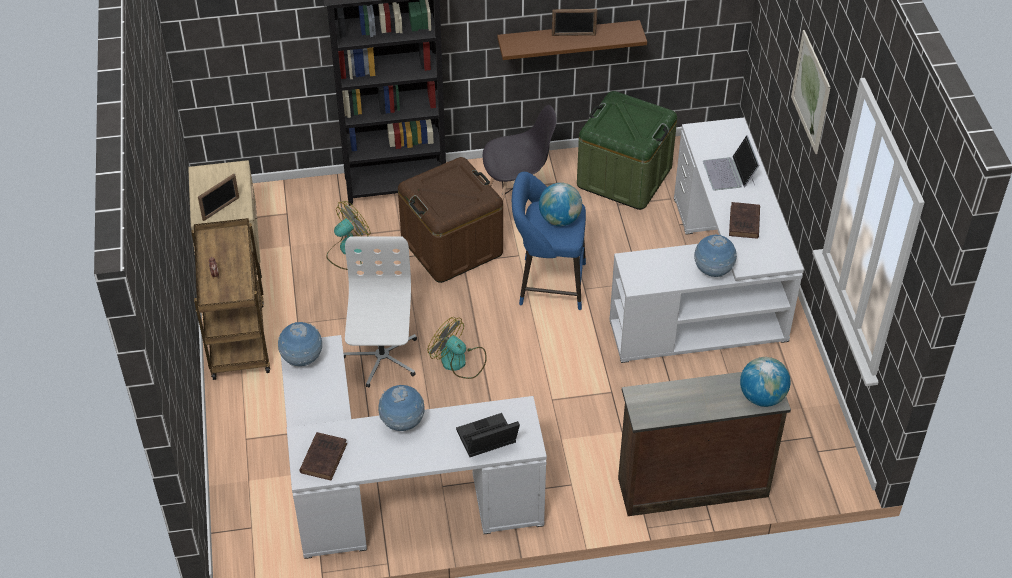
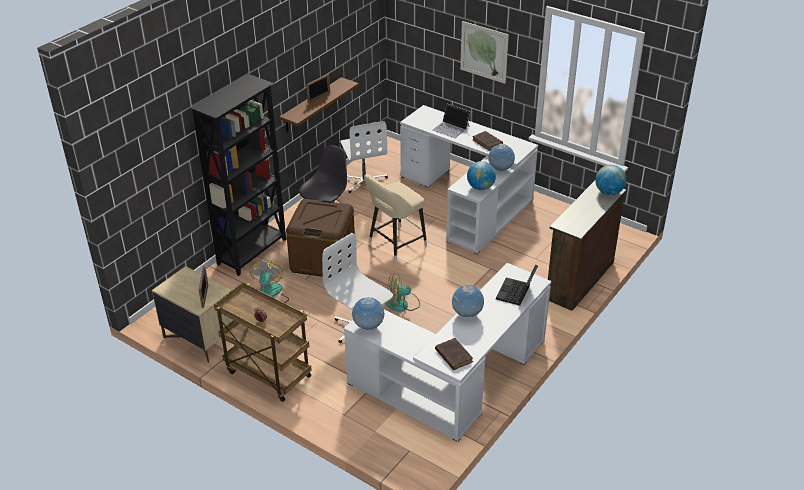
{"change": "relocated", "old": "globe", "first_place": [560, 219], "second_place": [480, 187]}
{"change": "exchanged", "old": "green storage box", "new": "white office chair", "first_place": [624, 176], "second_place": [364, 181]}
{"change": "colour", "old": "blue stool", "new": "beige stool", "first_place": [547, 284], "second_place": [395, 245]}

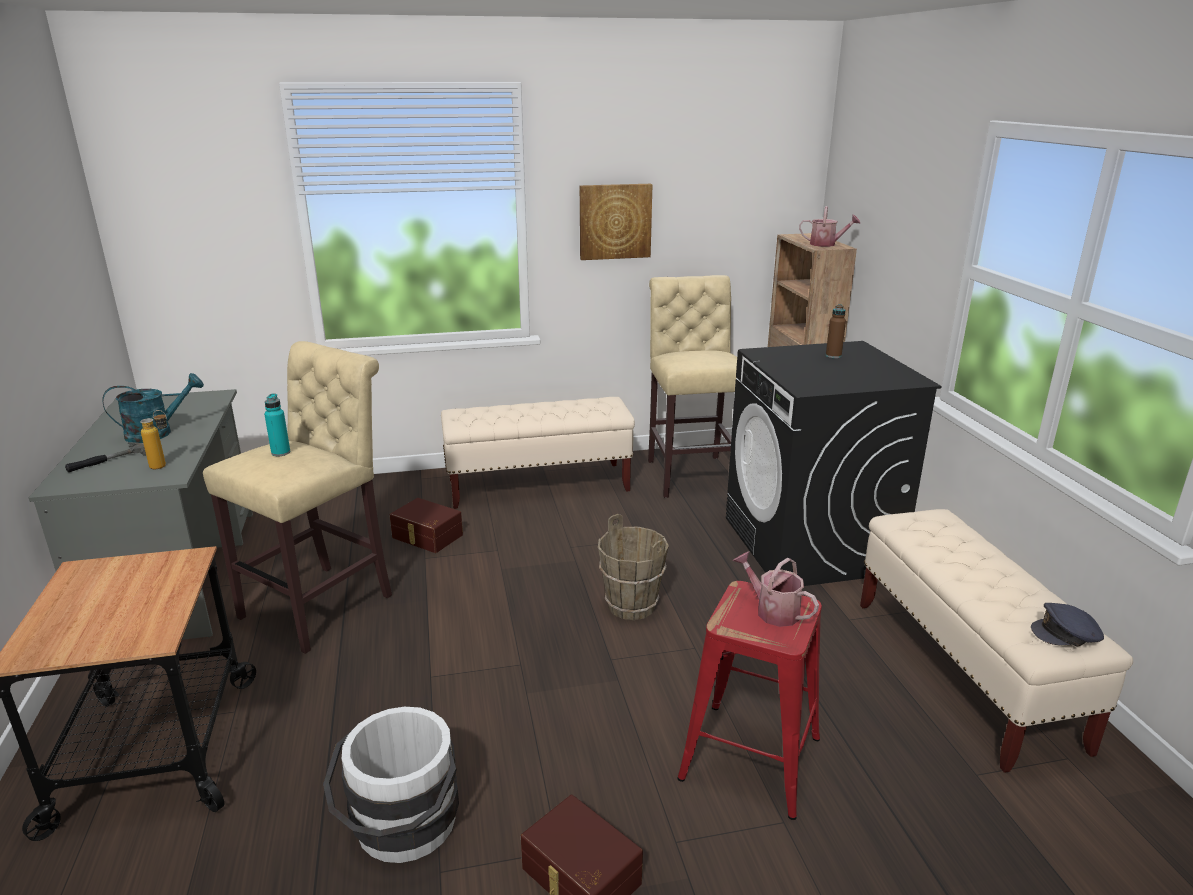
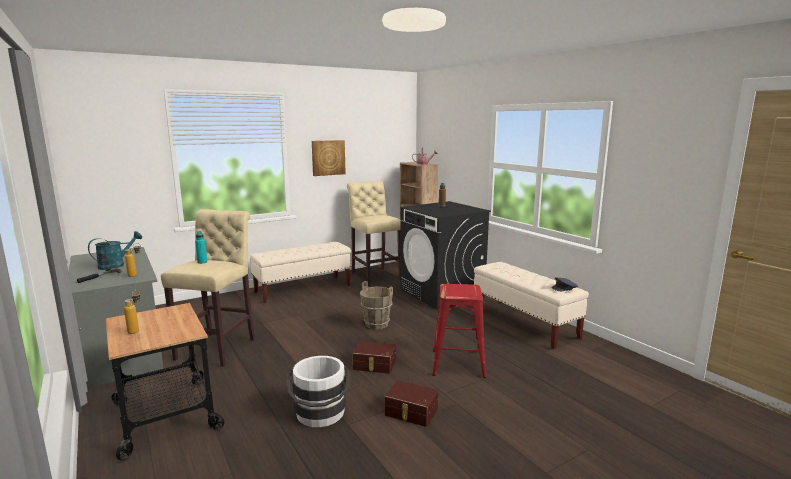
{"change": "missing", "old": "watering can", "first_place": [772, 610]}
{"change": "appeared", "new": "bottle", "second_place": [136, 330]}
{"change": "relocated", "old": "brown storage box", "first_place": [426, 537], "second_place": [374, 365]}

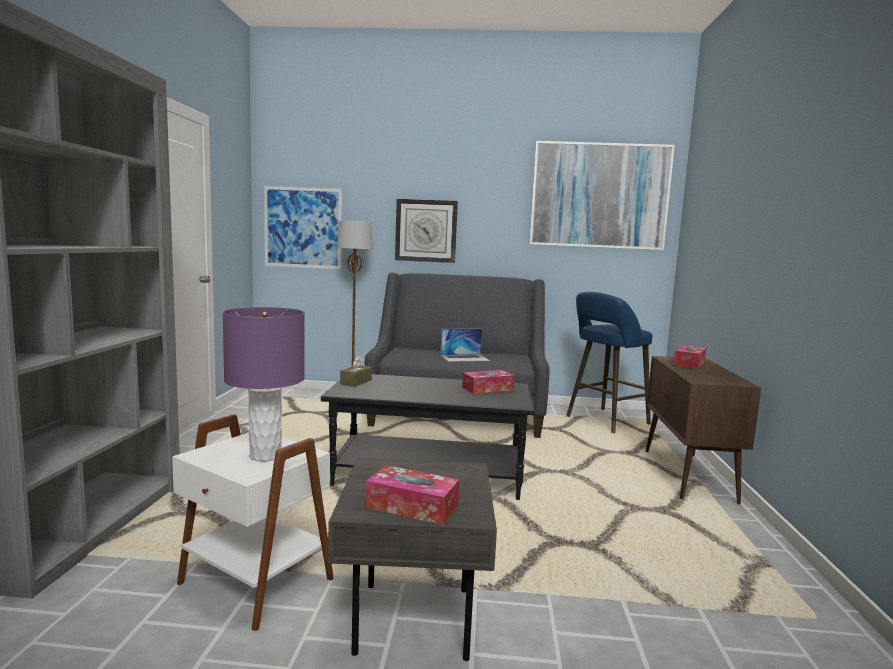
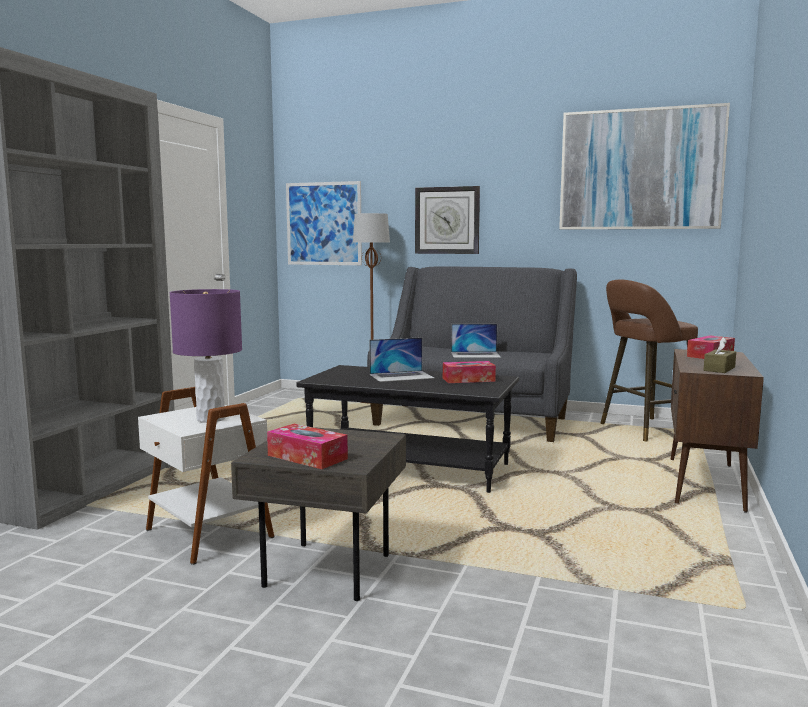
{"change": "appeared", "new": "laptop", "second_place": [401, 376]}
{"change": "relocated", "old": "brown tissue box", "first_place": [356, 382], "second_place": [719, 369]}
{"change": "colour", "old": "blue stool", "new": "brown stool", "first_place": [604, 421], "second_place": [644, 430]}

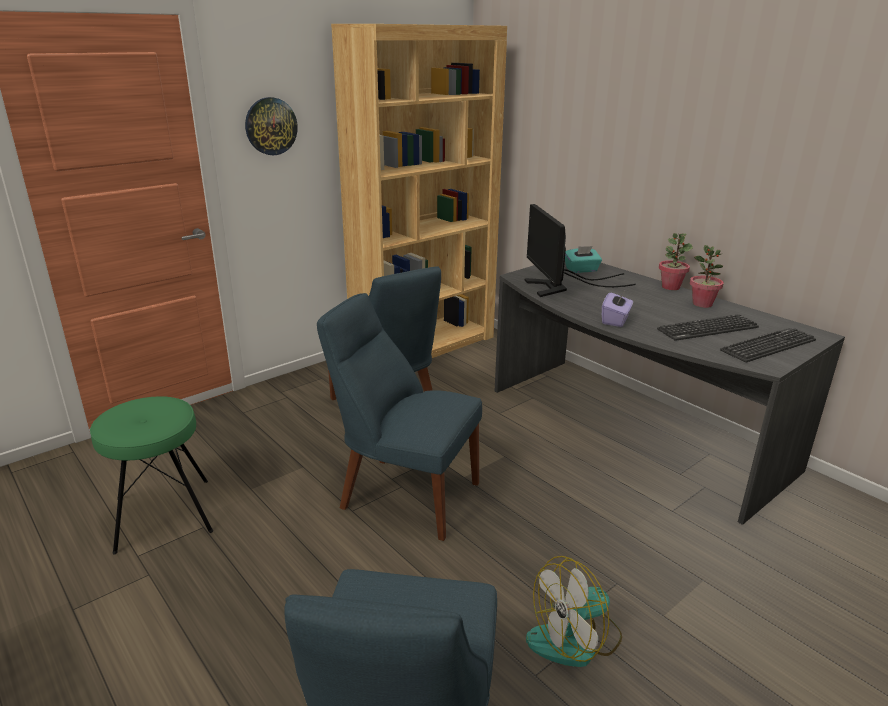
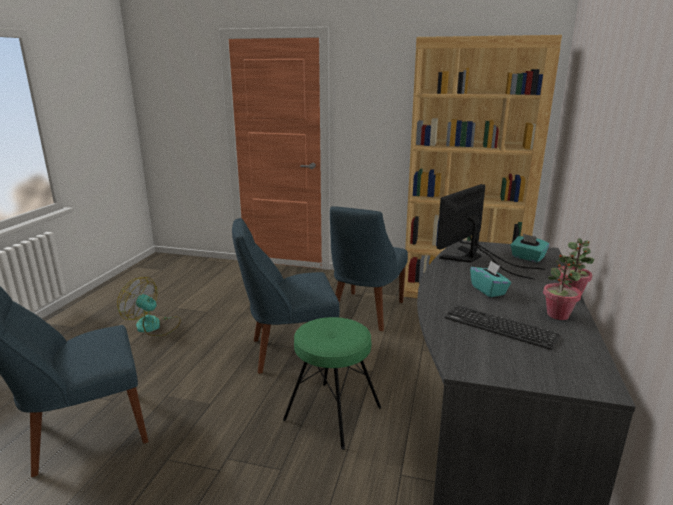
{"change": "missing", "old": "wall clock", "first_place": [271, 126]}
{"change": "missing", "old": "purple tissue box", "first_place": [615, 320]}
{"change": "missing", "old": "keyboard", "first_place": [768, 345]}
{"change": "appeared", "new": "turquoise tissue box", "second_place": [488, 290]}
{"change": "relocated", "old": "green stool", "first_place": [164, 514], "second_place": [333, 413]}
{"change": "relocated", "old": "fan", "first_place": [575, 639], "second_place": [154, 326]}
{"change": "spun", "old": "blue chair", "first_place": [404, 494], "second_place": [289, 351], "degrees": -90}

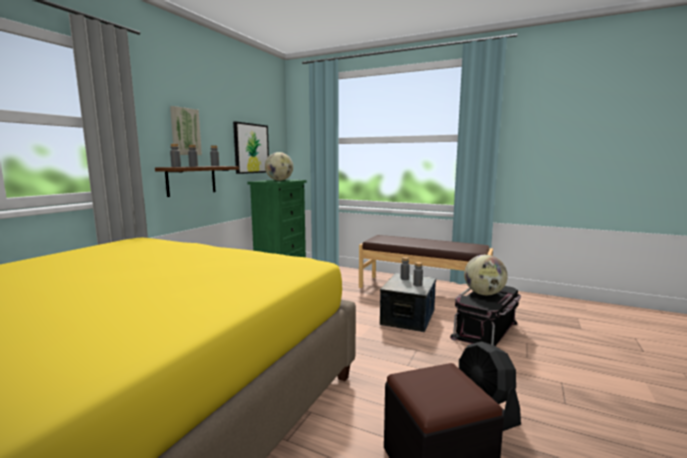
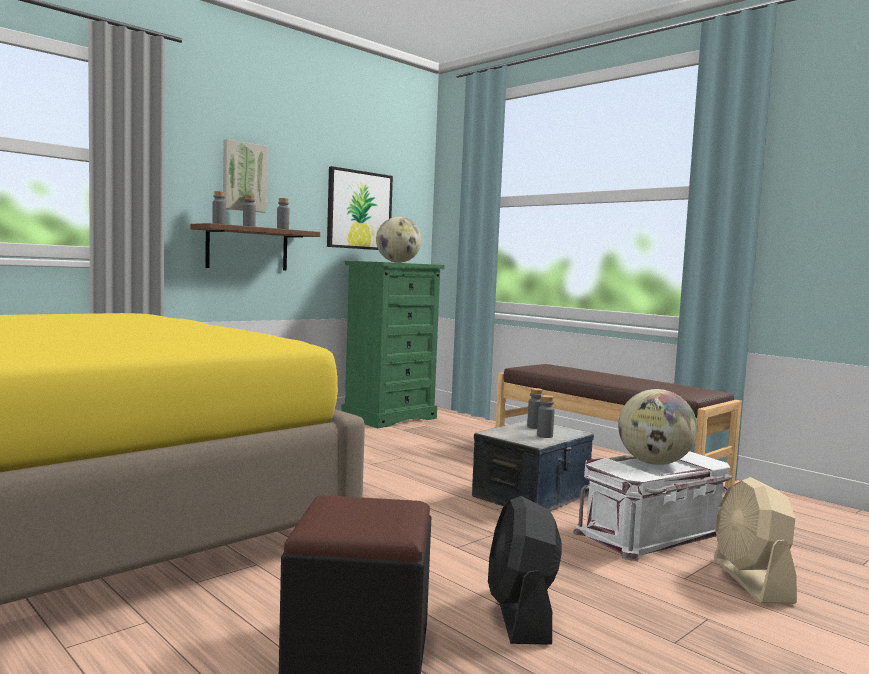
{"change": "appeared", "new": "beige fan", "second_place": [752, 581]}
{"change": "colour", "old": "black storage box", "new": "white storage box", "first_place": [486, 330], "second_place": [654, 534]}

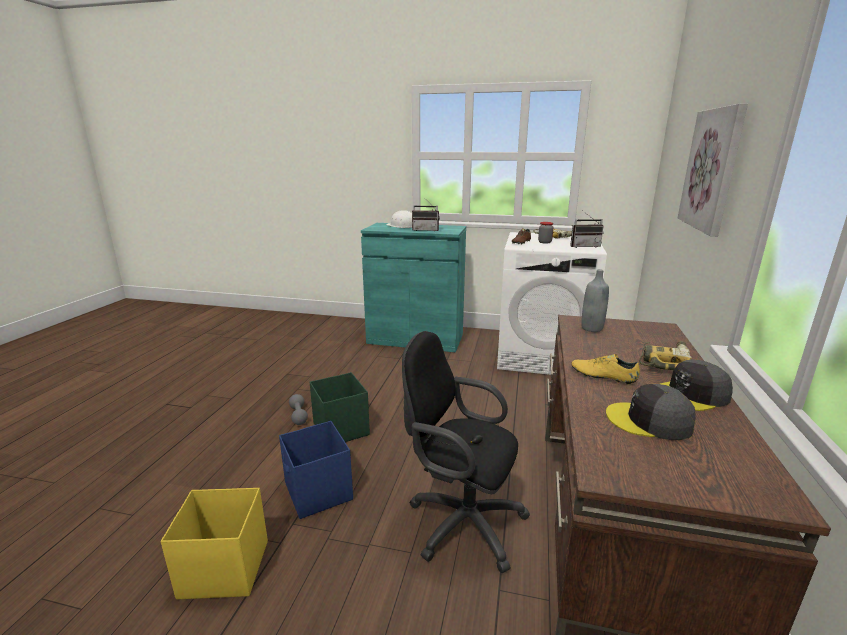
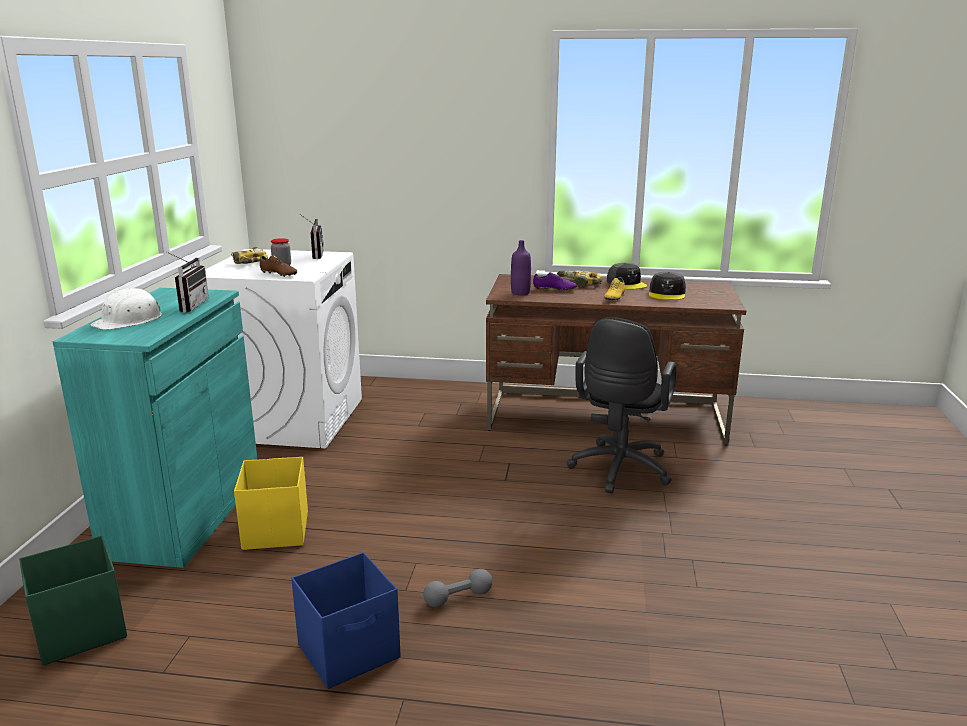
{"change": "missing", "old": "picture", "first_place": [712, 169]}
{"change": "appeared", "new": "purple shoe", "second_place": [554, 289]}
{"change": "relocated", "old": "yellow storage box", "first_place": [224, 568], "second_place": [275, 531]}
{"change": "relocated", "old": "blue storage box", "first_place": [318, 492], "second_place": [350, 651]}
{"change": "relocated", "old": "green storage box", "first_place": [341, 428], "second_place": [79, 631]}
{"change": "colour", "old": "grey bottle", "new": "purple bottle", "first_place": [592, 328], "second_place": [520, 293]}

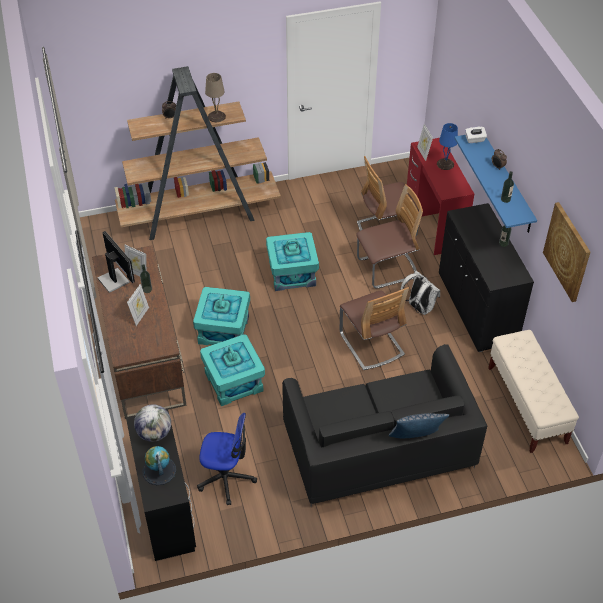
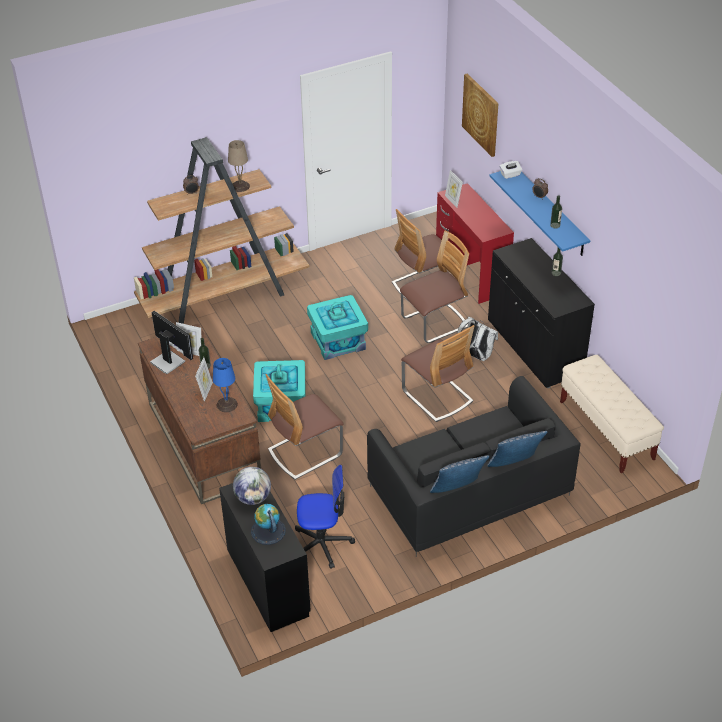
{"change": "appeared", "new": "pillow", "second_place": [457, 490]}
{"change": "relocated", "old": "blue table lamp", "first_place": [445, 164], "second_place": [227, 404]}
{"change": "relocated", "old": "picture", "first_place": [567, 251], "second_place": [481, 114]}
{"change": "exchanged", "old": "turquoise storage box", "new": "chair", "first_place": [233, 382], "second_place": [305, 452]}

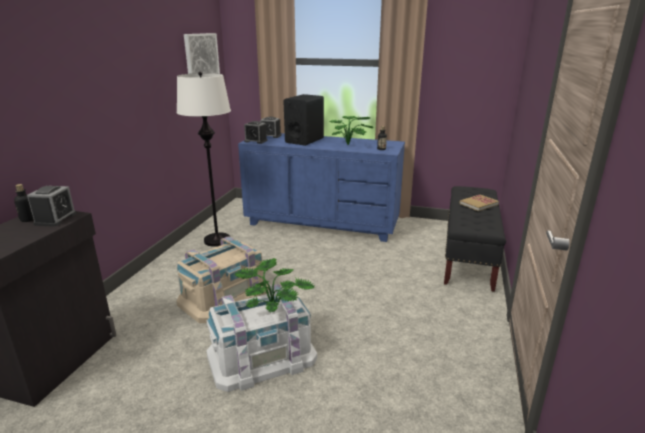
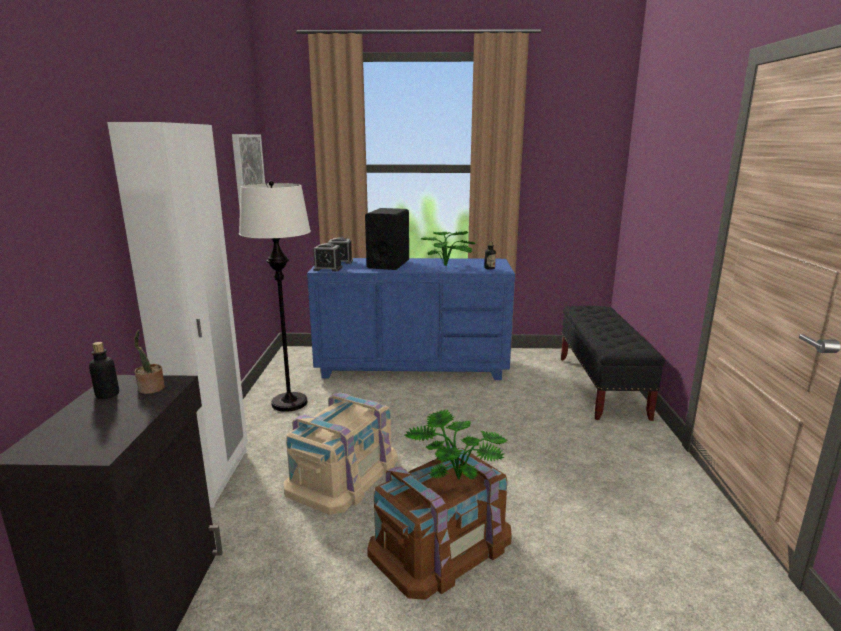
{"change": "missing", "old": "book", "first_place": [478, 204]}
{"change": "appeared", "new": "white wardrobe", "second_place": [214, 477]}
{"change": "exchanged", "old": "alarm clock", "new": "potted plant", "first_place": [55, 219], "second_place": [151, 389]}
{"change": "colour", "old": "white storage box", "new": "brown storage box", "first_place": [262, 356], "second_place": [440, 543]}

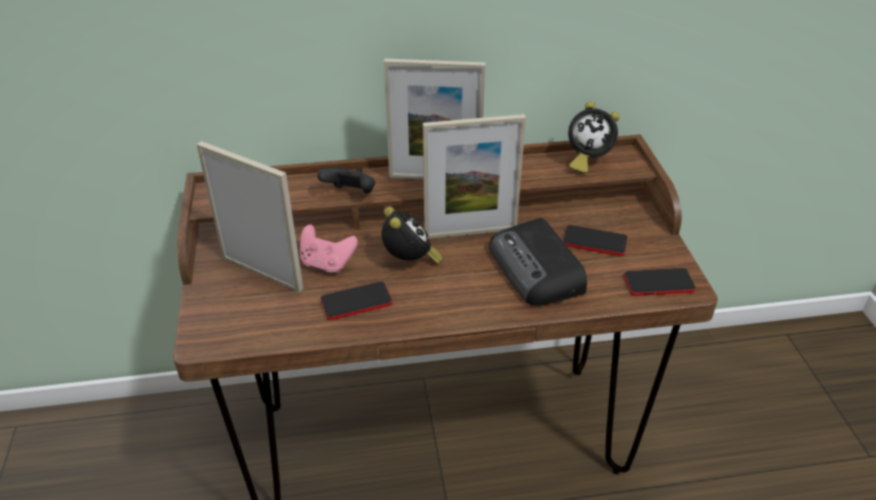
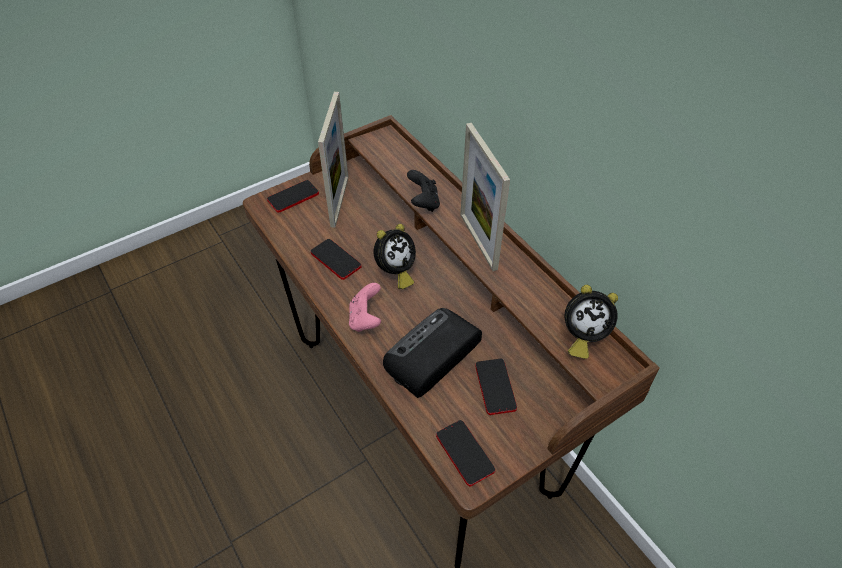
{"change": "missing", "old": "picture frame", "first_place": [470, 232]}
{"change": "appeared", "new": "phone", "second_place": [293, 197]}
{"change": "relocated", "old": "pink game controller", "first_place": [327, 263], "second_place": [365, 319]}
{"change": "spun", "old": "alarm clock", "first_place": [586, 160], "second_place": [582, 336], "degrees": -75}

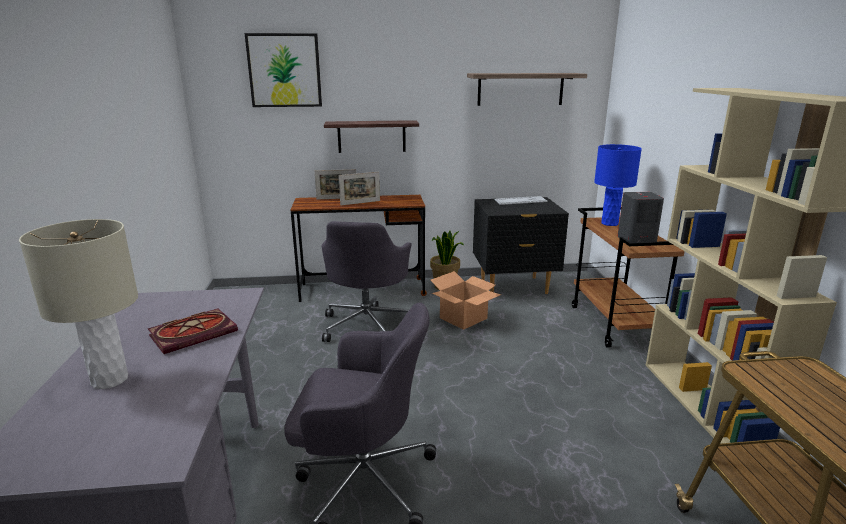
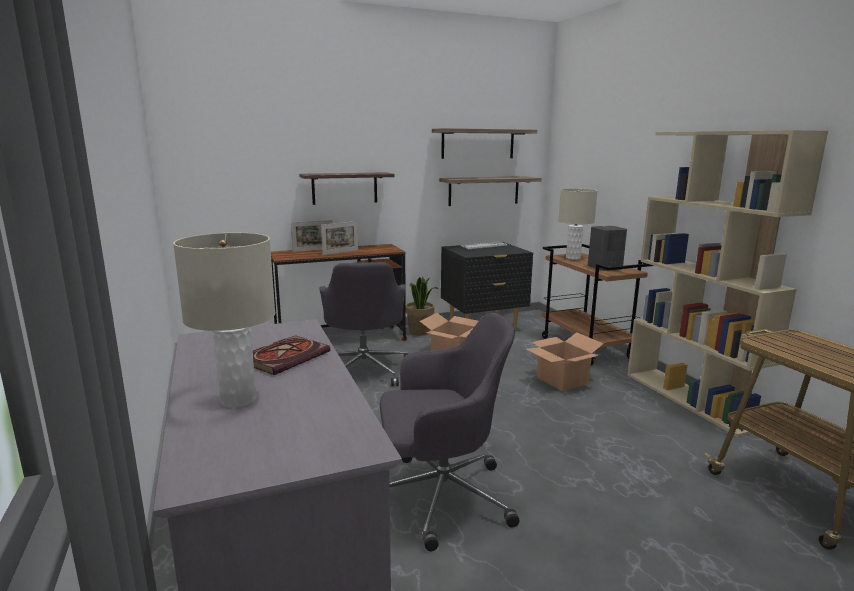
{"change": "missing", "old": "picture", "first_place": [284, 70]}
{"change": "appeared", "new": "shelf", "second_place": [484, 190]}
{"change": "appeared", "new": "cardboard box", "second_place": [563, 380]}
{"change": "colour", "old": "blue table lamp", "new": "beige table lamp", "first_place": [609, 223], "second_place": [573, 258]}

